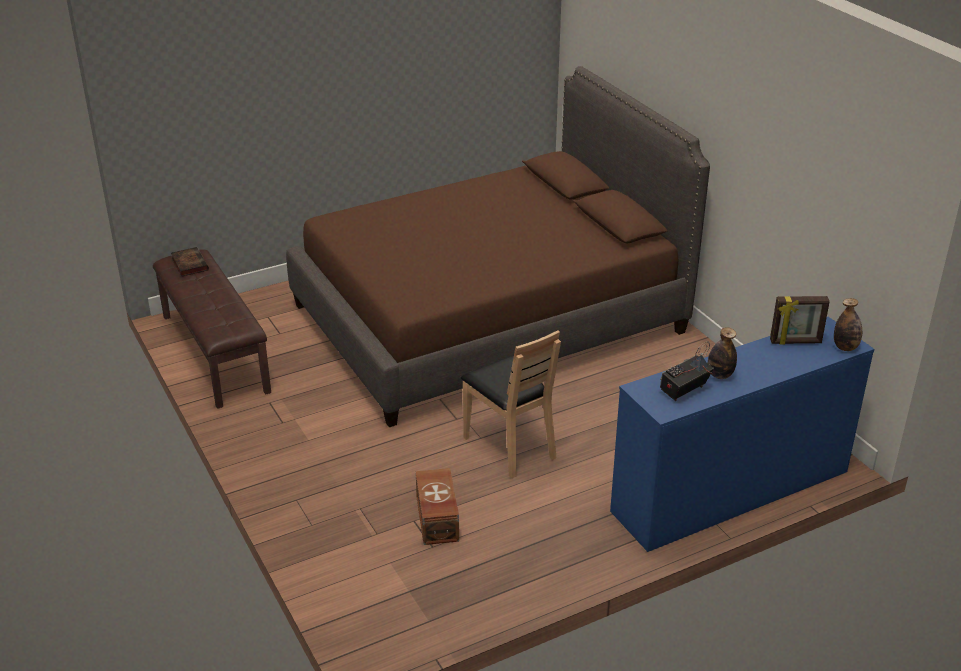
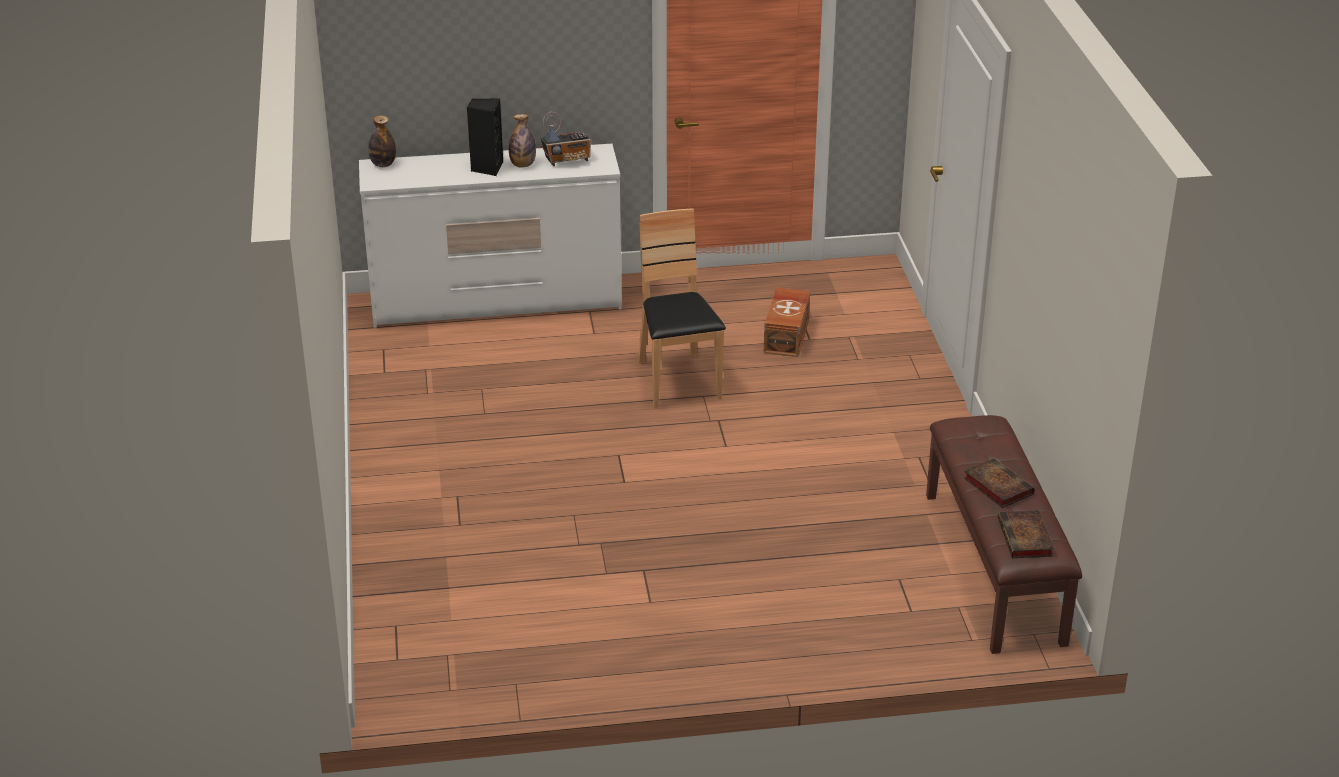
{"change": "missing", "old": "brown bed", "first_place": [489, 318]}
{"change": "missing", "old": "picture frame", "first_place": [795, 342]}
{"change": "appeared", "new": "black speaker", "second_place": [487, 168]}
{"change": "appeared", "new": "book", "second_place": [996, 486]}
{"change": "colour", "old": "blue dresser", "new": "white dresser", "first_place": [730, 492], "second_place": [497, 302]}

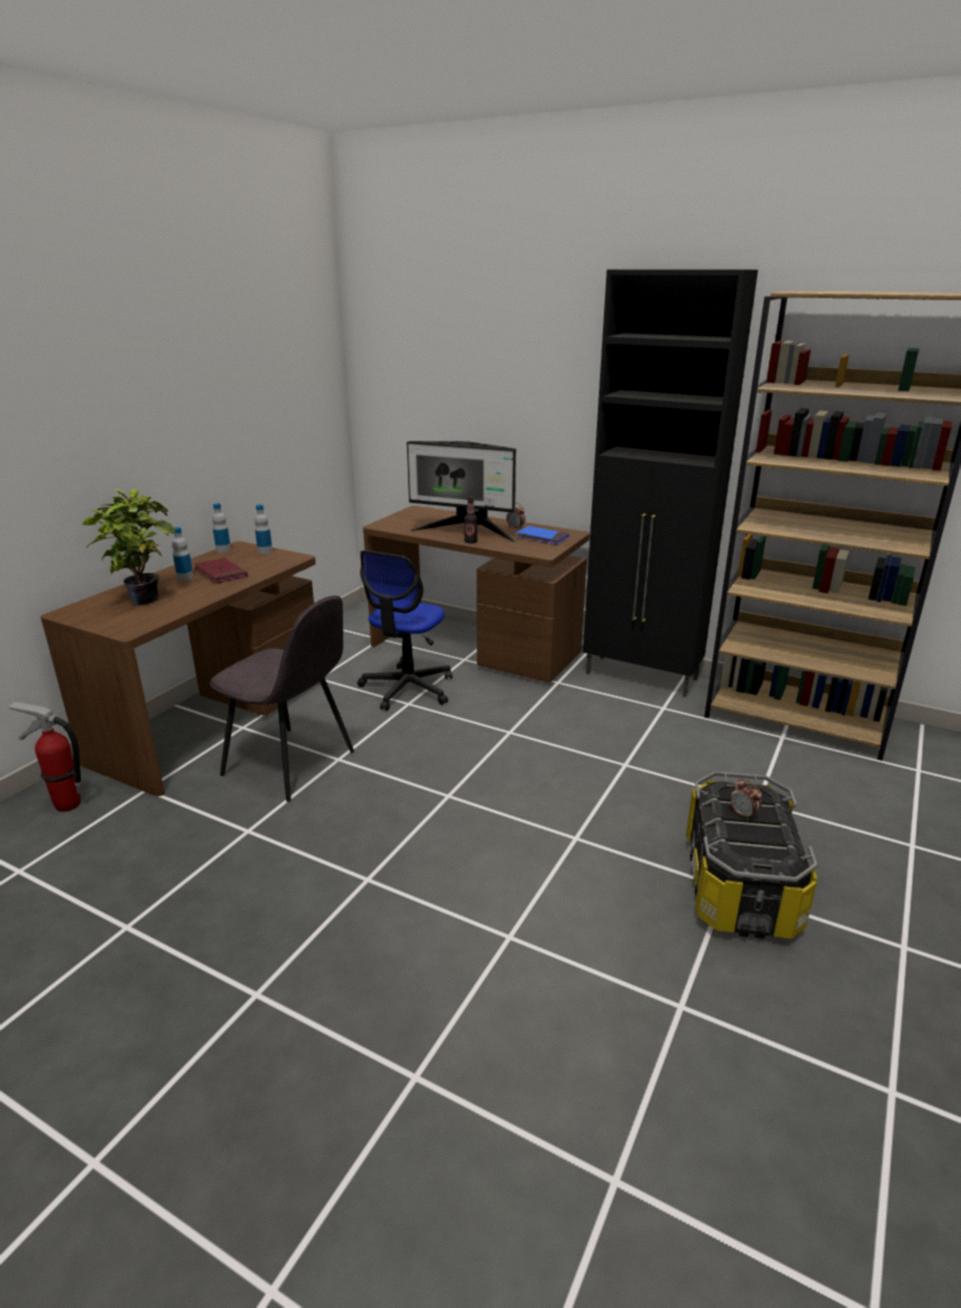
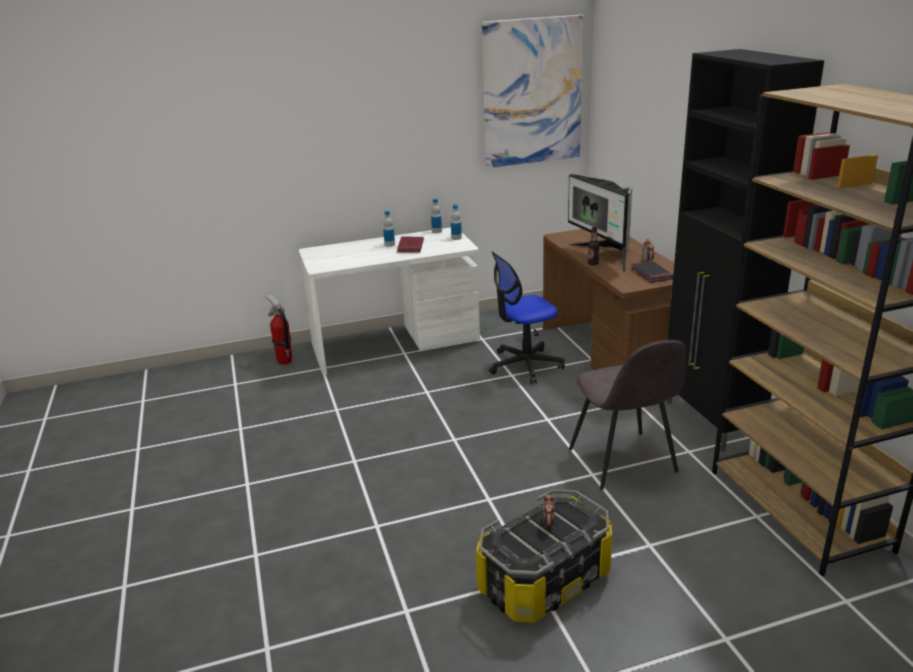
{"change": "missing", "old": "potted plant", "first_place": [143, 599]}
{"change": "appeared", "new": "picture", "second_place": [532, 92]}
{"change": "relocated", "old": "grey chair", "first_place": [291, 764], "second_place": [623, 462]}
{"change": "colour", "old": "brown desk", "new": "white desk", "first_place": [213, 721], "second_place": [395, 343]}
{"change": "colour", "old": "blue book", "new": "black book", "first_place": [542, 538], "second_place": [651, 274]}

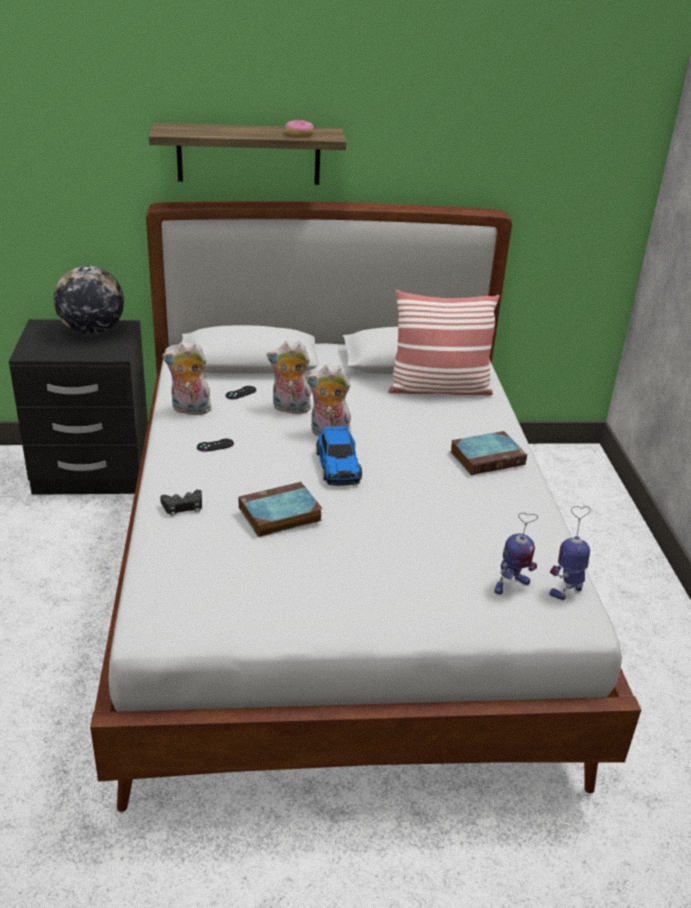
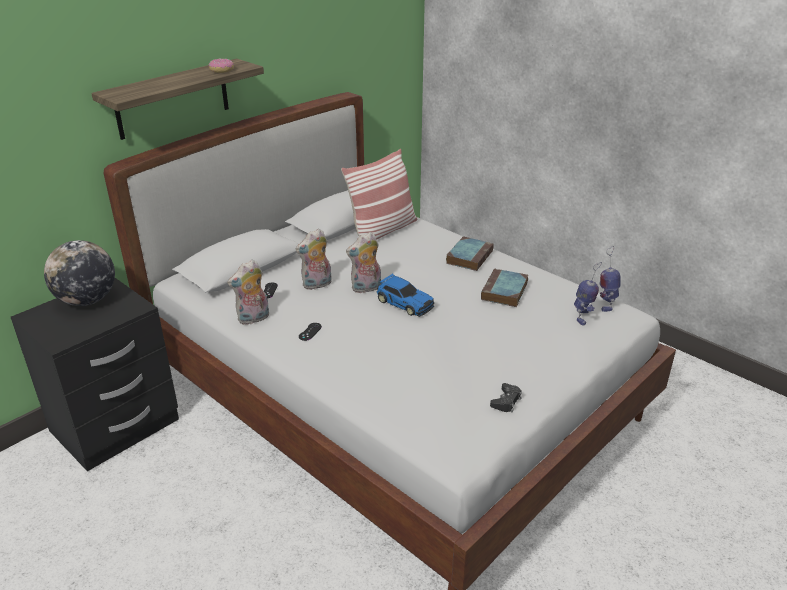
{"change": "relocated", "old": "black game controller", "first_place": [183, 506], "second_place": [506, 401]}
{"change": "relocated", "old": "book", "first_place": [279, 515], "second_place": [504, 292]}

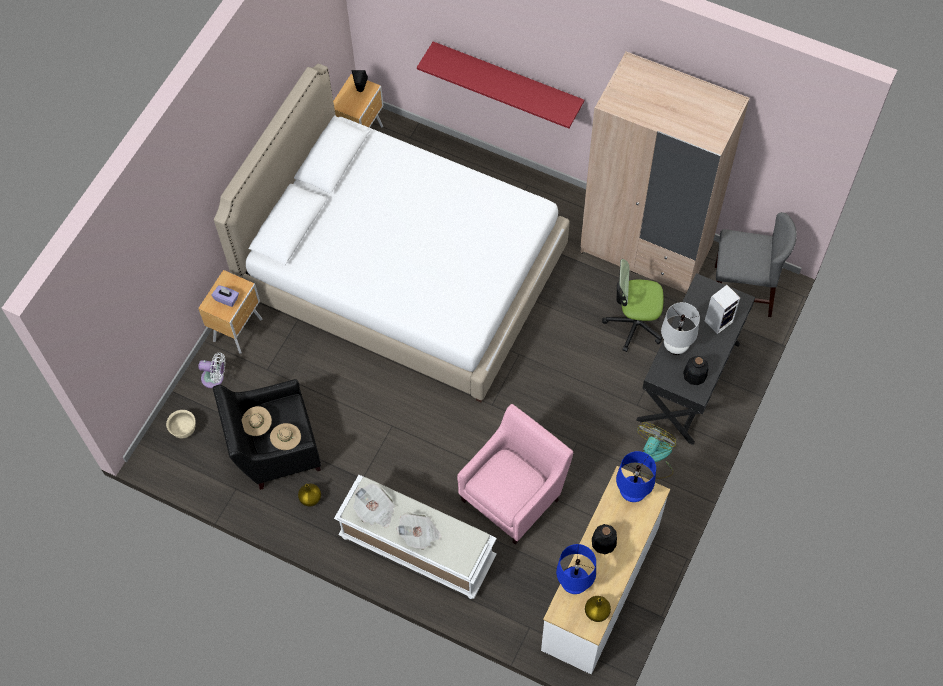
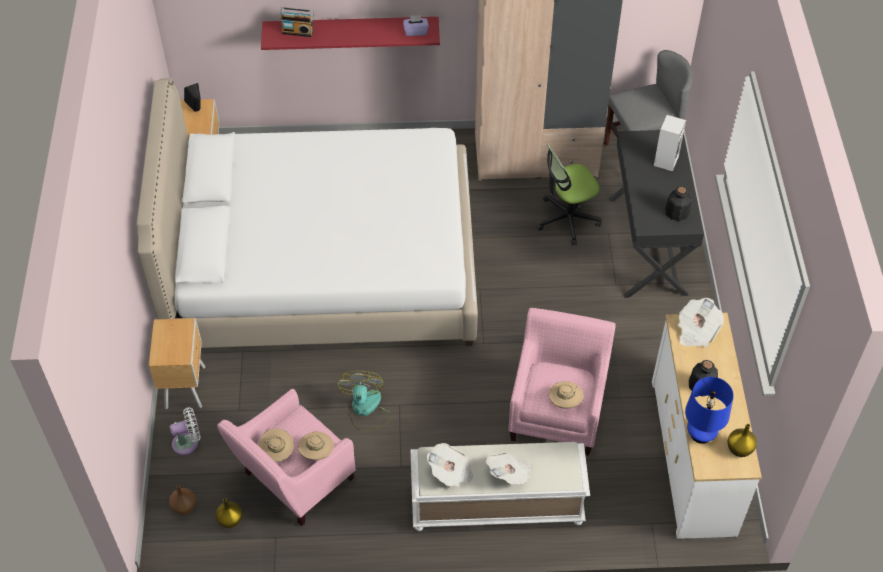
{"change": "missing", "old": "white table lamp", "first_place": [675, 346]}
{"change": "appeared", "new": "radio", "second_place": [298, 31]}
{"change": "appeared", "new": "beige hat", "second_place": [565, 402]}
{"change": "relocated", "old": "purple tissue box", "first_place": [227, 299], "second_place": [415, 31]}
{"change": "relocated", "old": "yellow vase", "first_place": [311, 499], "second_place": [231, 520]}
{"change": "relocated", "old": "fan", "first_place": [653, 457], "second_place": [366, 410]}
{"change": "exchanged", "old": "beige bowl", "new": "brown vase", "first_place": [184, 429], "second_place": [184, 506]}
{"change": "exchanged", "old": "blue table lamp", "new": "newspaper", "first_place": [632, 493], "second_place": [696, 331]}
{"change": "colour", "old": "black armchair", "new": "pink armchair", "first_place": [274, 449], "second_place": [293, 480]}

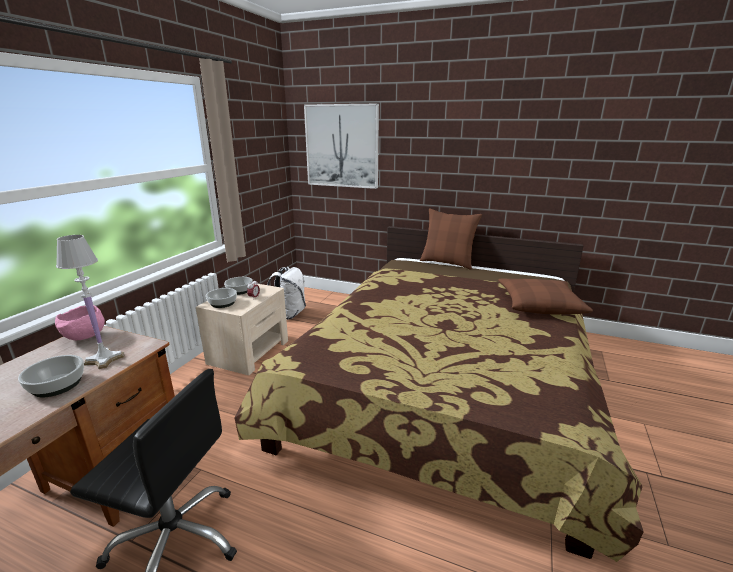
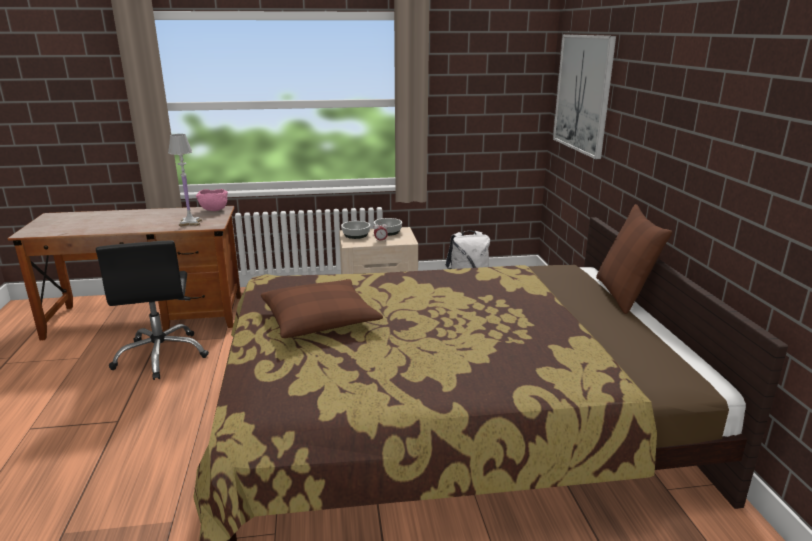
{"change": "missing", "old": "bowl", "first_place": [57, 384]}
{"change": "relocated", "old": "brown pillow", "first_place": [539, 304], "second_place": [320, 319]}

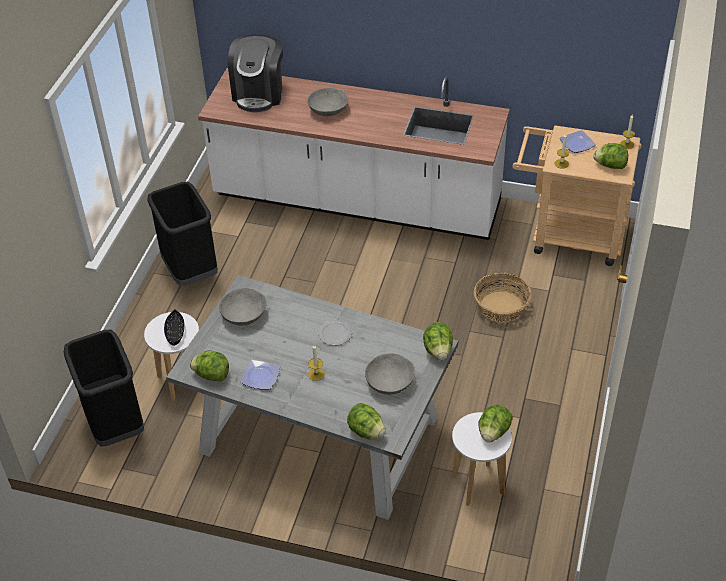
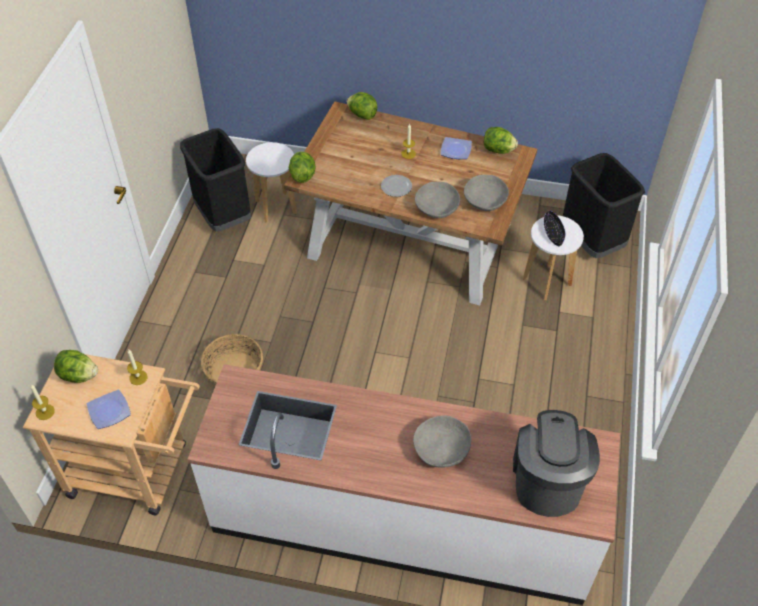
{"change": "missing", "old": "lettuce", "first_place": [493, 432]}
{"change": "relocated", "old": "black trash can", "first_place": [190, 271], "second_place": [224, 216]}
{"change": "relocated", "old": "grey bowl", "first_place": [389, 382], "second_place": [437, 208]}
{"change": "colour", "old": "grey dining table", "new": "brown dining table", "first_place": [318, 434], "second_place": [411, 240]}

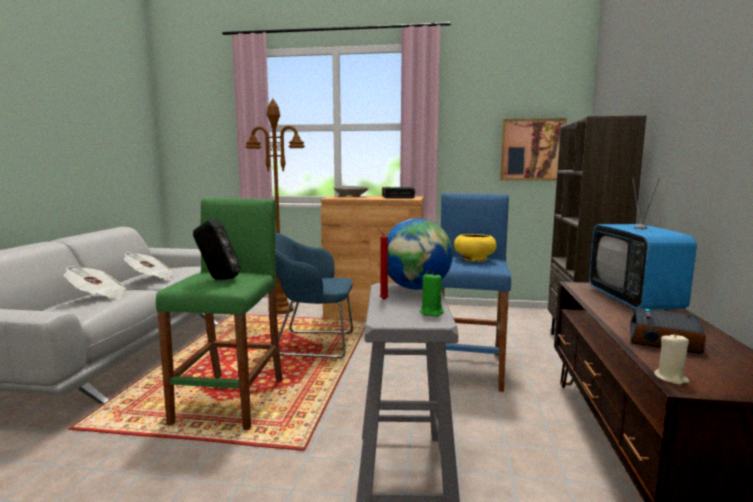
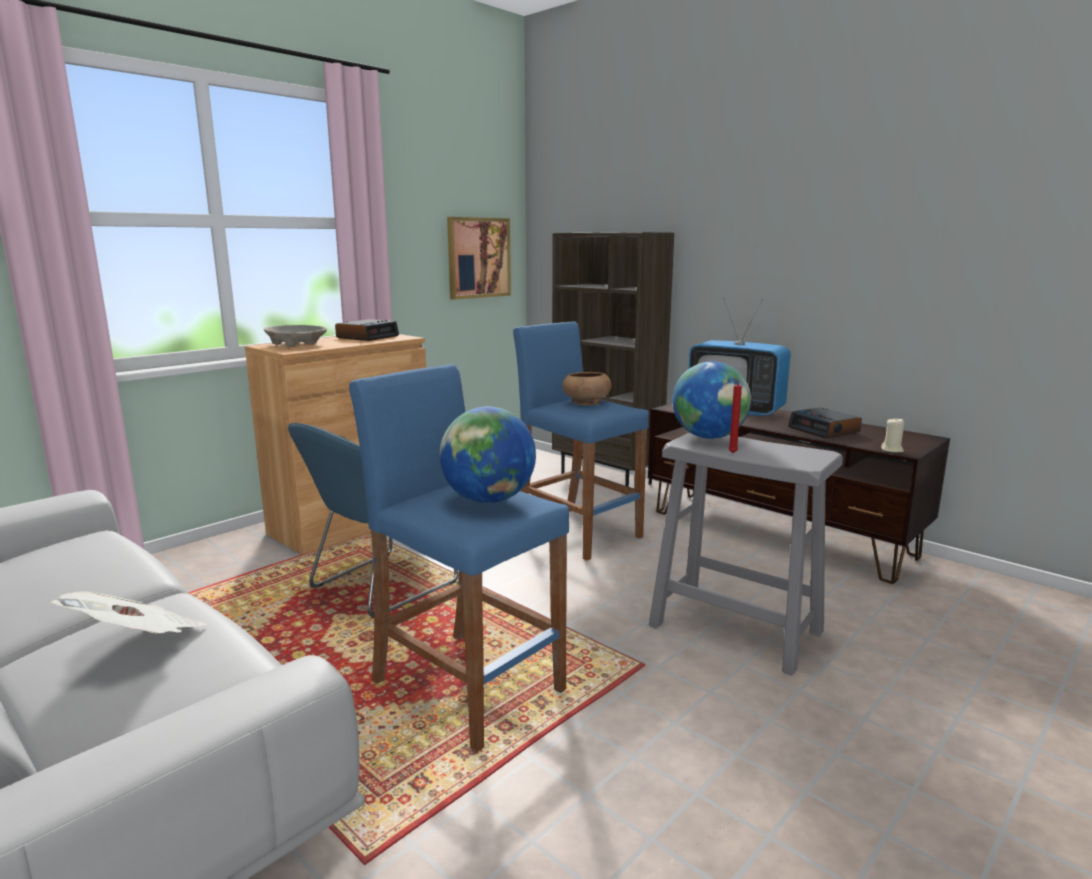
{"change": "missing", "old": "newspaper", "first_place": [151, 278]}
{"change": "missing", "old": "brown floor lamp", "first_place": [281, 310]}
{"change": "missing", "old": "green candle", "first_place": [431, 312]}
{"change": "exchanged", "old": "black speaker", "new": "globe", "first_place": [218, 279], "second_place": [488, 500]}
{"change": "colour", "old": "green stool", "new": "blue stool", "first_place": [231, 401], "second_place": [467, 686]}
{"change": "colour", "old": "yellow bowl", "new": "brown bowl", "first_place": [474, 259], "second_place": [586, 402]}

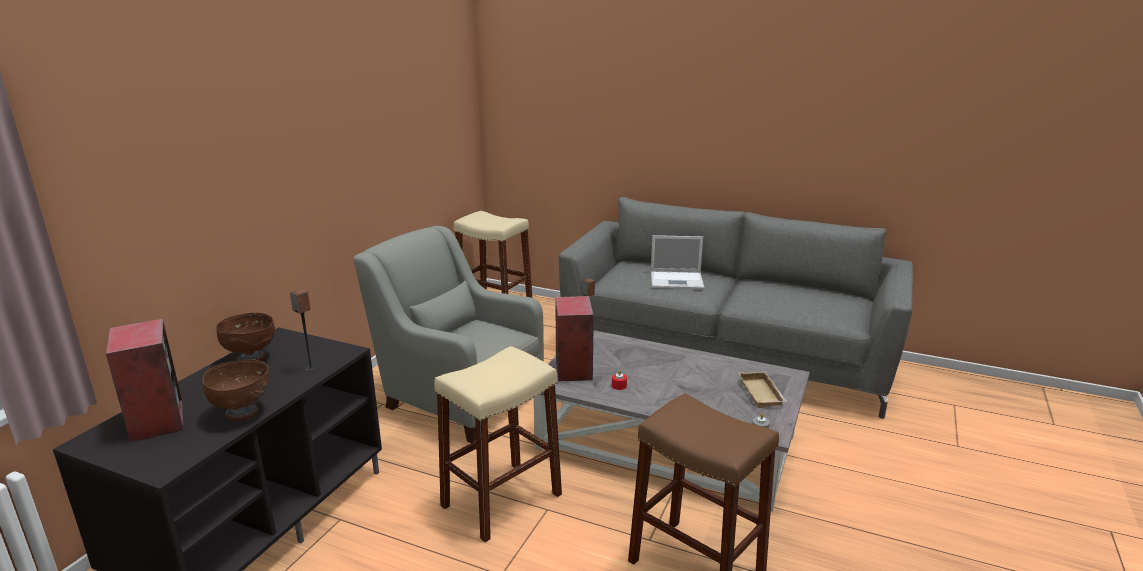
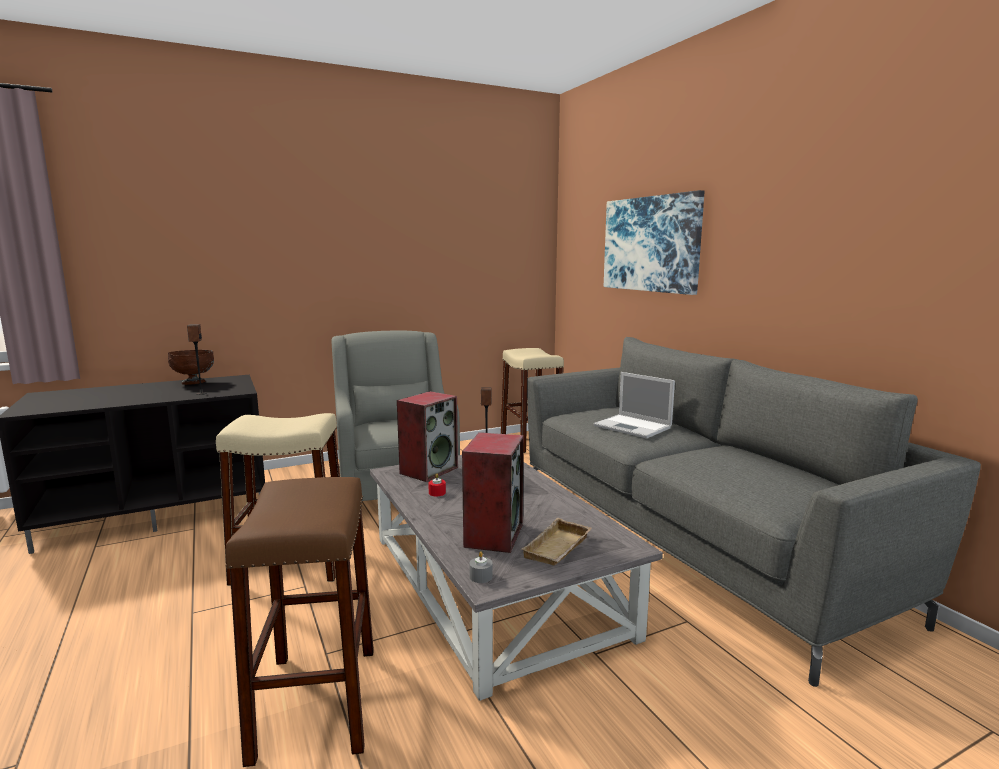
{"change": "missing", "old": "brown bowl", "first_place": [243, 413]}
{"change": "appeared", "new": "picture", "second_place": [650, 244]}
{"change": "relocated", "old": "speaker", "first_place": [156, 420], "second_place": [493, 535]}

